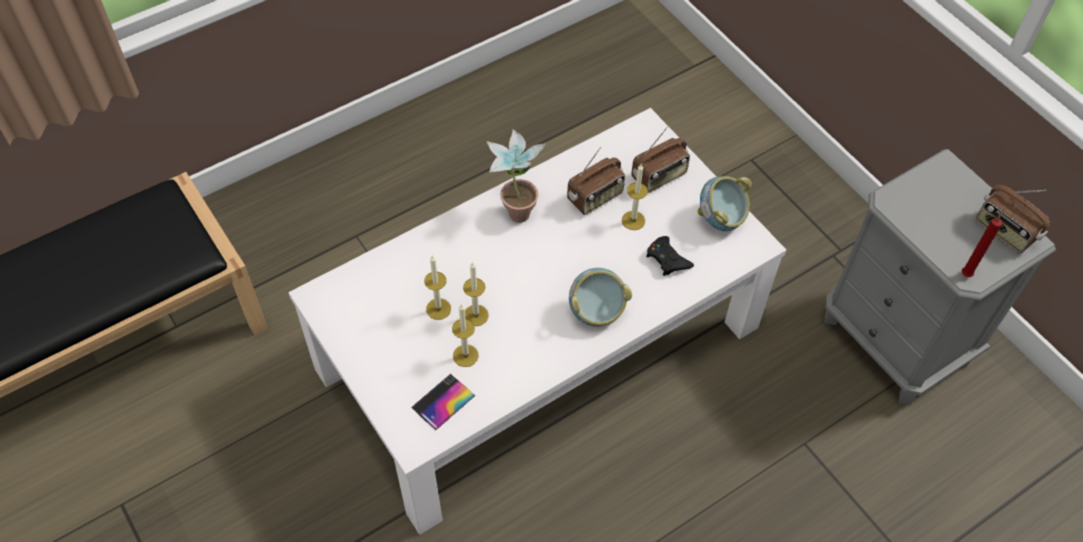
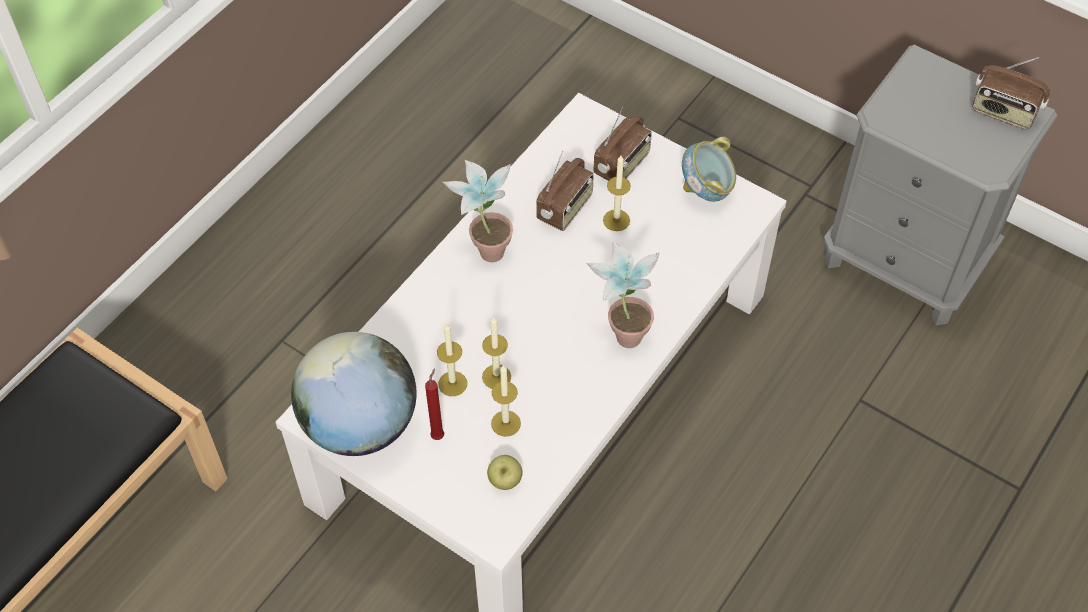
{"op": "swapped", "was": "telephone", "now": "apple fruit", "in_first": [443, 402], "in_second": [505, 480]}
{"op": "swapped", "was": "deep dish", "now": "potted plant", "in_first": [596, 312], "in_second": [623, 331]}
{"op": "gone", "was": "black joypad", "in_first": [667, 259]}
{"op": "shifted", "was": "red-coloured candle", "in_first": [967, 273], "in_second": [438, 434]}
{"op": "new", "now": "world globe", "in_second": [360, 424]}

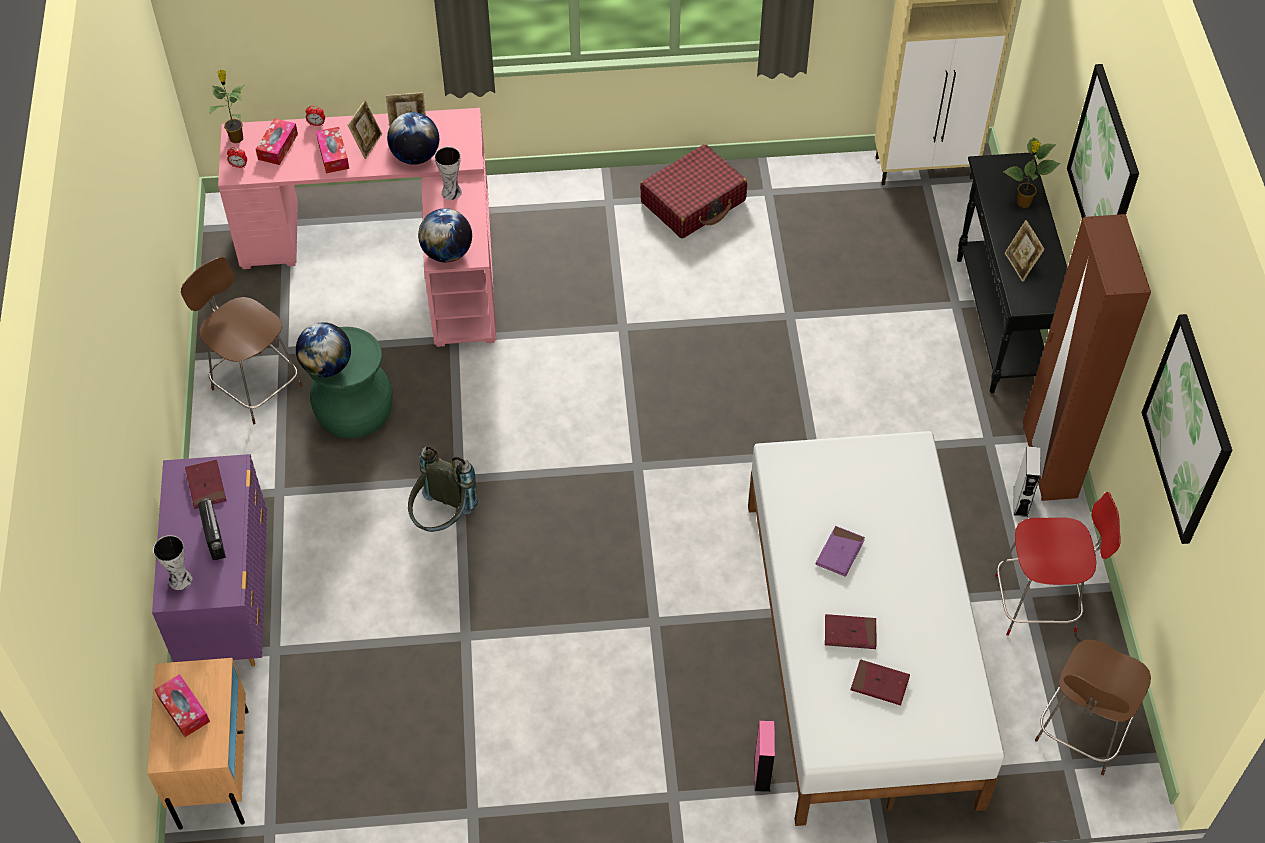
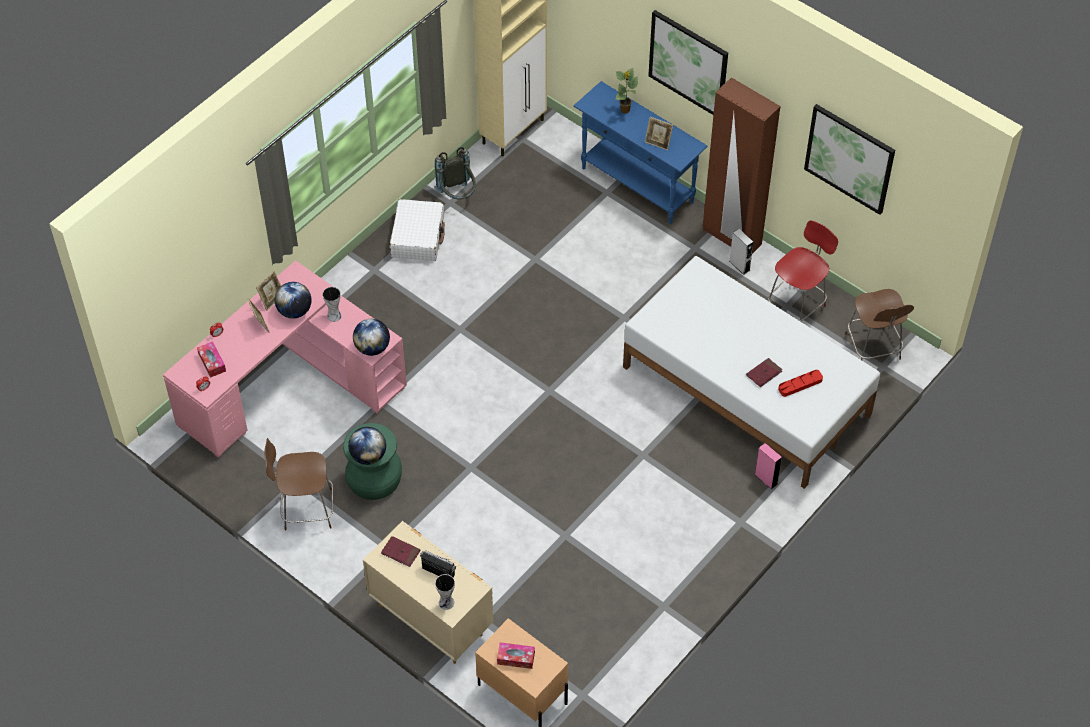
{"op": "repainted", "was": "purple-coloured chest of drawers", "now": "sand-coloured chest of drawers", "in_first": [228, 601], "in_second": [430, 618]}
{"op": "gone", "was": "potted plant", "in_first": [236, 137]}
{"op": "gone", "was": "tissue box", "in_first": [333, 155]}
{"op": "shifted", "was": "grey knapsack", "in_first": [442, 519], "in_second": [457, 195]}
{"op": "repainted", "was": "red-coloured suitcase", "now": "white-coloured suitcase", "in_first": [693, 201], "in_second": [418, 236]}
{"op": "gone", "was": "purple-coloured bound book", "in_first": [840, 552]}
{"op": "swapped", "was": "red-coloured bound book", "now": "red-coloured serving tray", "in_first": [879, 684], "in_second": [800, 384]}
{"op": "repainted", "was": "black console table", "now": "blue-coloured console table", "in_first": [1000, 323], "in_second": [637, 186]}

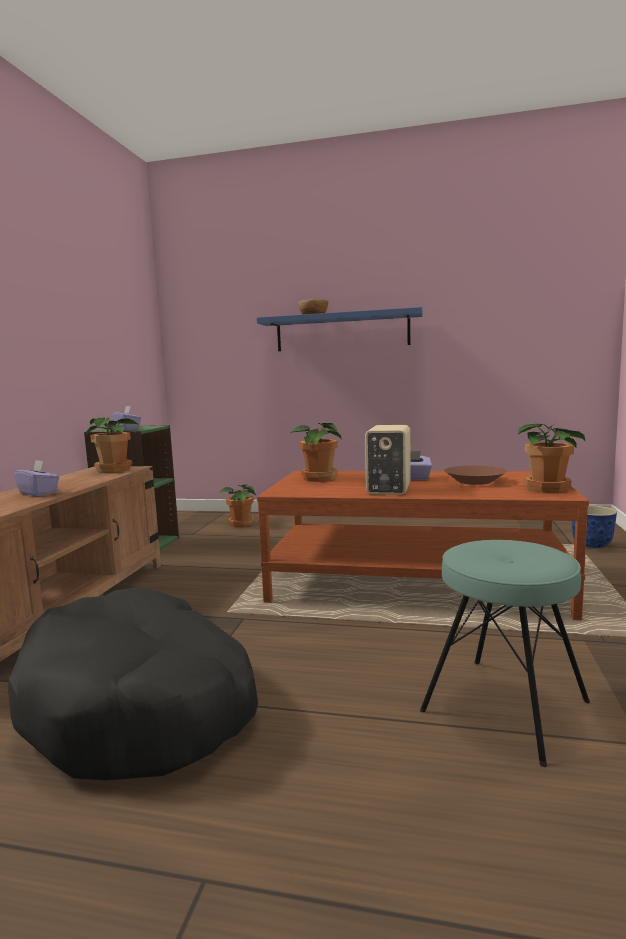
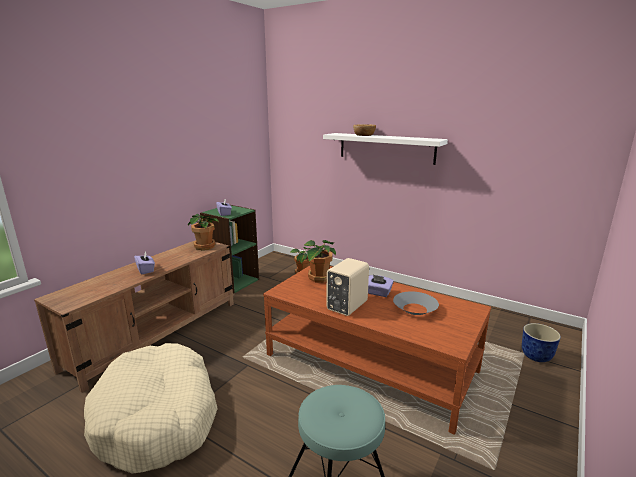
{"op": "repainted", "was": "black dog bed", "now": "sand-coloured dog bed", "in_first": [141, 705], "in_second": [157, 417]}
{"op": "repainted", "was": "blue-coloured wall shelf", "now": "white-coloured wall shelf", "in_first": [342, 332], "in_second": [386, 148]}
{"op": "repainted", "was": "brownish deep dish", "now": "grey deep dish", "in_first": [474, 481], "in_second": [414, 309]}
{"op": "gone", "was": "potted plant", "in_first": [549, 489]}

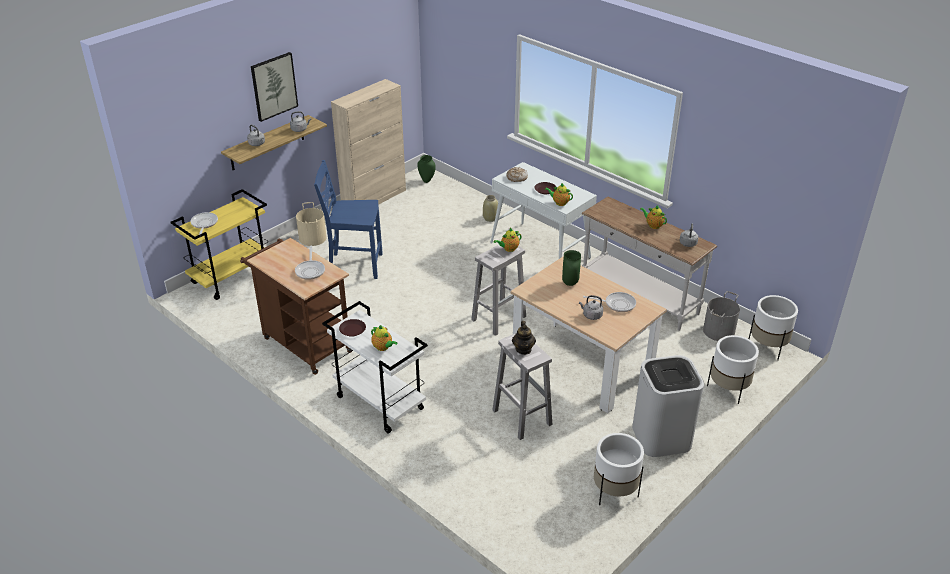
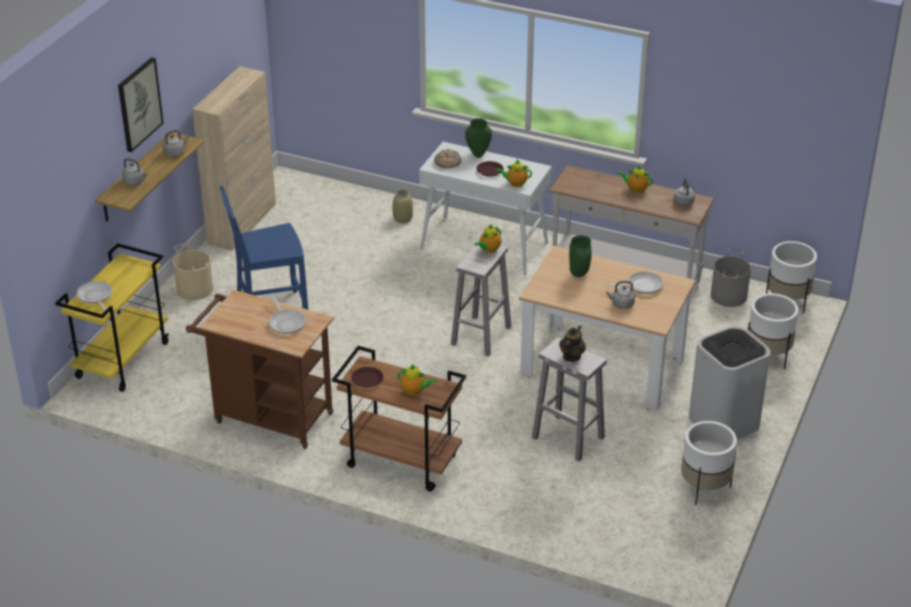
{"op": "repainted", "was": "white-coloured trolley", "now": "brownish trolley", "in_first": [379, 403], "in_second": [400, 461]}
{"op": "shifted", "was": "green flower vase", "in_first": [427, 180], "in_second": [478, 154]}
{"op": "rotated", "was": "teapot", "in_first": [523, 349], "in_second": [571, 356], "clockwise": -135}

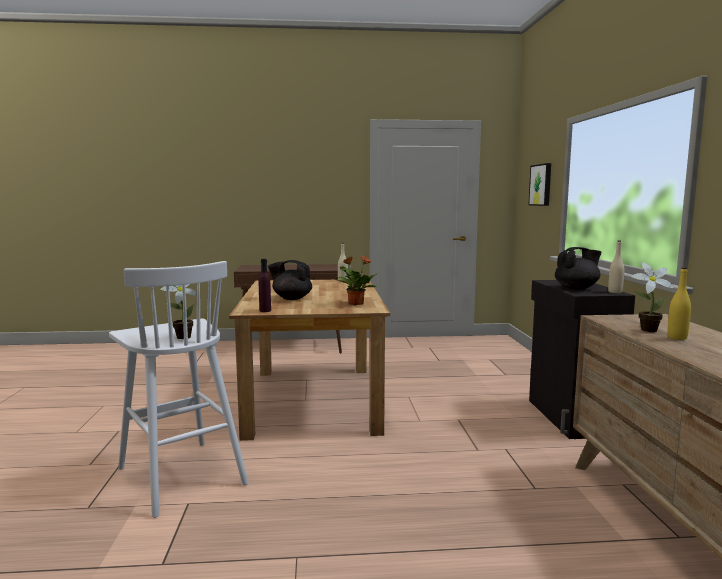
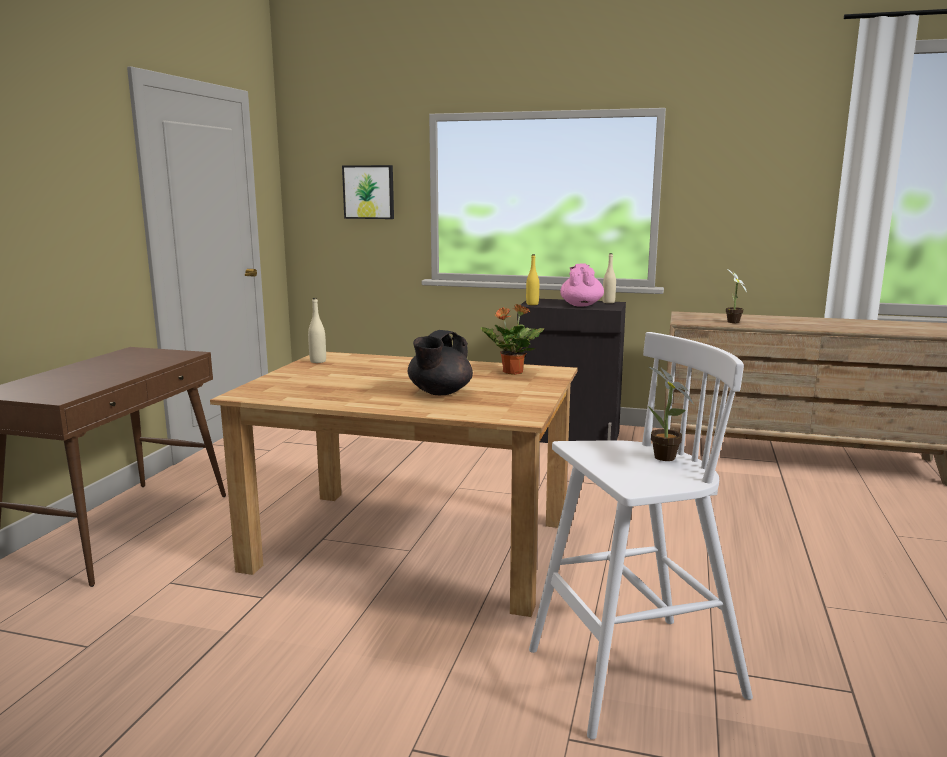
{"op": "gone", "was": "purple-coloured beverage bottle", "in_first": [265, 311]}
{"op": "repainted", "was": "black teapot", "now": "pink teapot", "in_first": [577, 288], "in_second": [581, 305]}
{"op": "shifted", "was": "yellowish beverage bottle", "in_first": [677, 338], "in_second": [532, 304]}

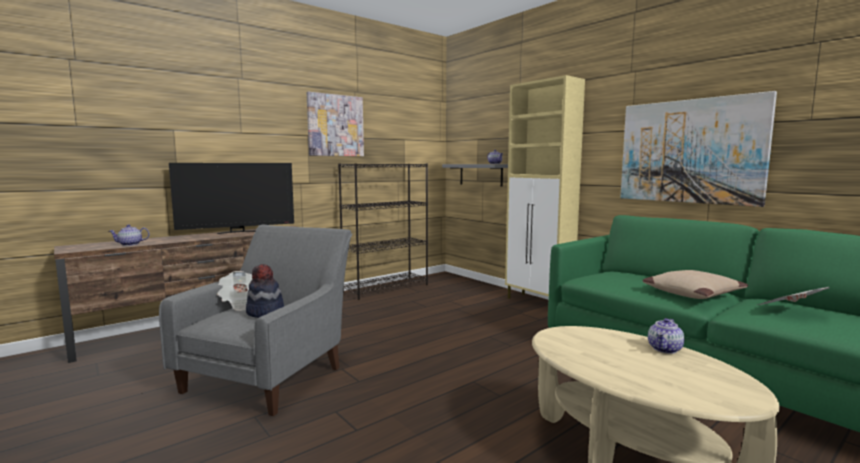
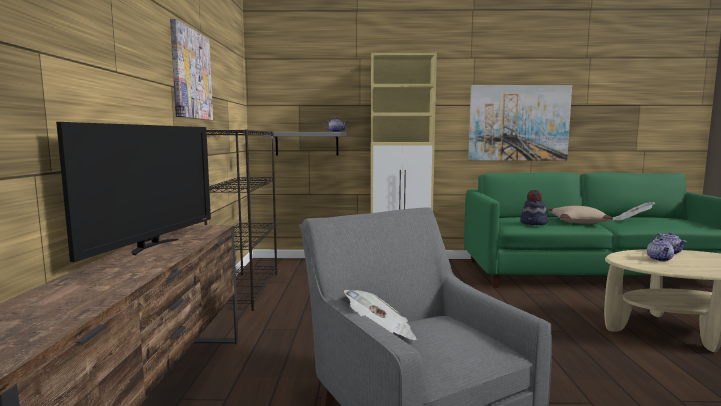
{"op": "shifted", "was": "teapot", "in_first": [130, 244], "in_second": [660, 259]}
{"op": "shifted", "was": "wearable hat", "in_first": [265, 313], "in_second": [534, 223]}

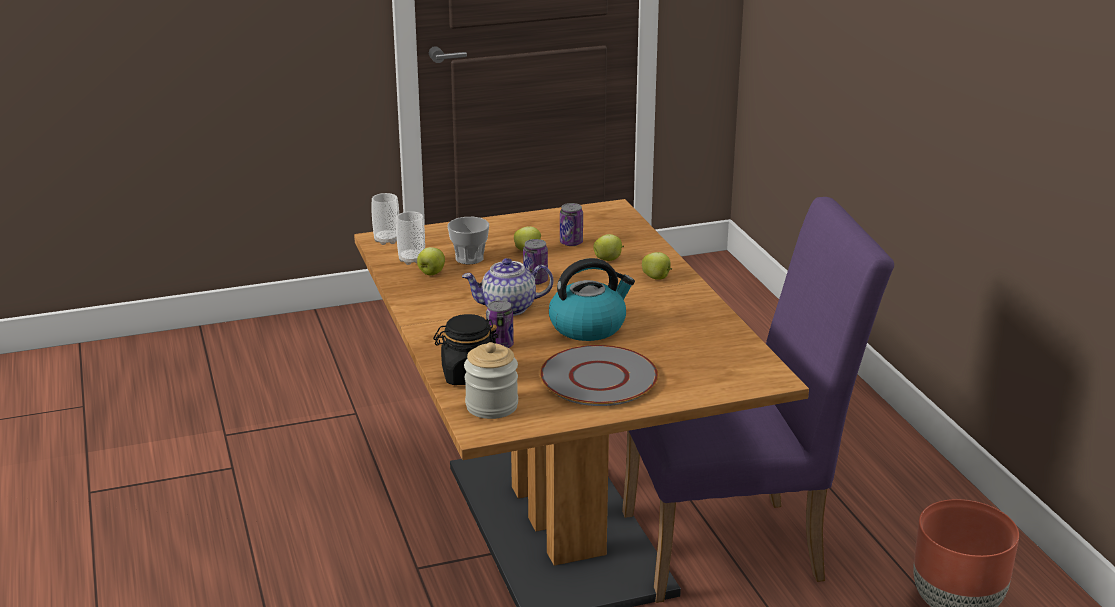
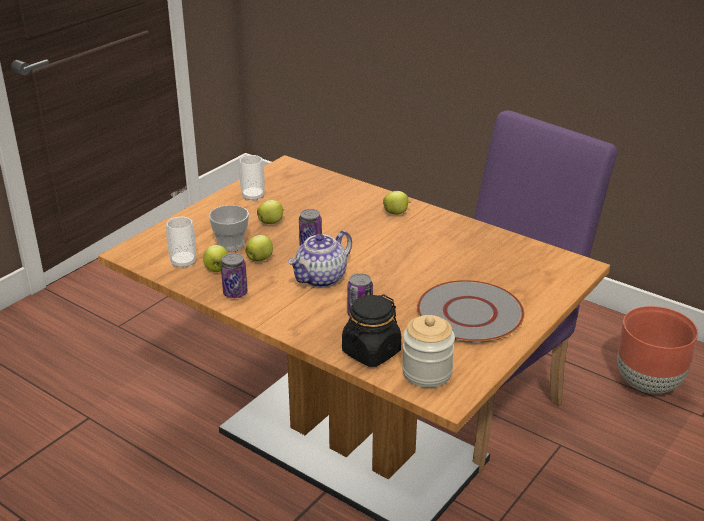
{"op": "shifted", "was": "small cup", "in_first": [387, 240], "in_second": [253, 196]}
{"op": "gone", "was": "water kettle", "in_first": [588, 326]}
{"op": "shifted", "was": "sealed can", "in_first": [571, 243], "in_second": [235, 293]}
{"op": "shifted", "was": "apple fruit", "in_first": [608, 259], "in_second": [260, 259]}

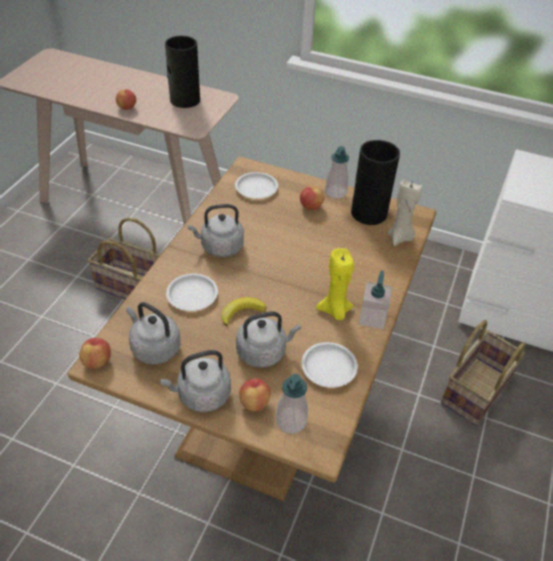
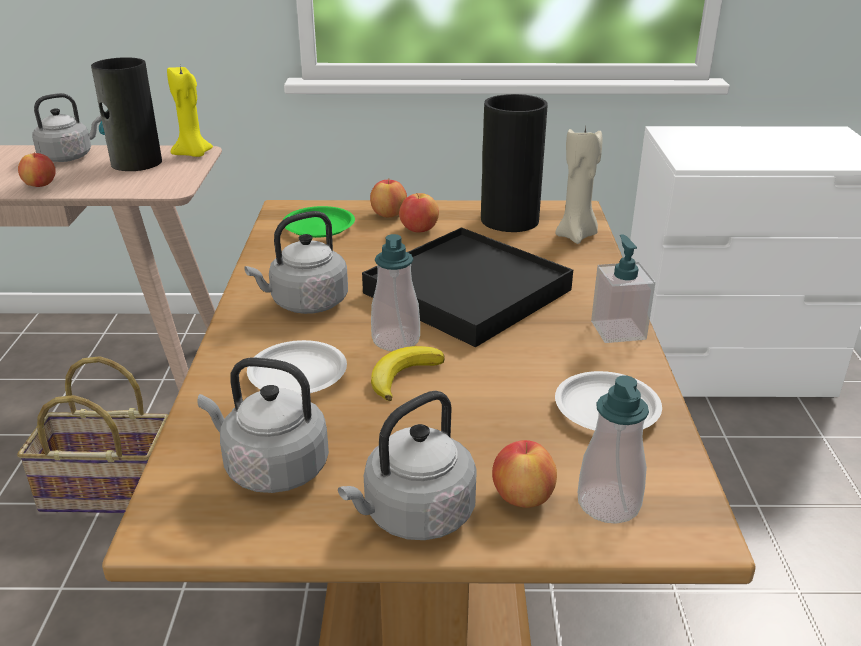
{"op": "shifted", "was": "apple fruit", "in_first": [97, 361], "in_second": [388, 215]}
{"op": "repainted", "was": "white-coloured flat dish", "now": "green flat dish", "in_first": [256, 188], "in_second": [319, 226]}
{"op": "shifted", "was": "grey water kettle", "in_first": [264, 352], "in_second": [69, 157]}
{"op": "shifted", "was": "yellowish candle", "in_first": [335, 311], "in_second": [193, 154]}
{"op": "shifted", "was": "liquid soap bottle", "in_first": [335, 192], "in_second": [396, 340]}
{"op": "gone", "was": "storage basket", "in_first": [475, 390]}
{"op": "new", "now": "black serving tray", "in_second": [467, 291]}

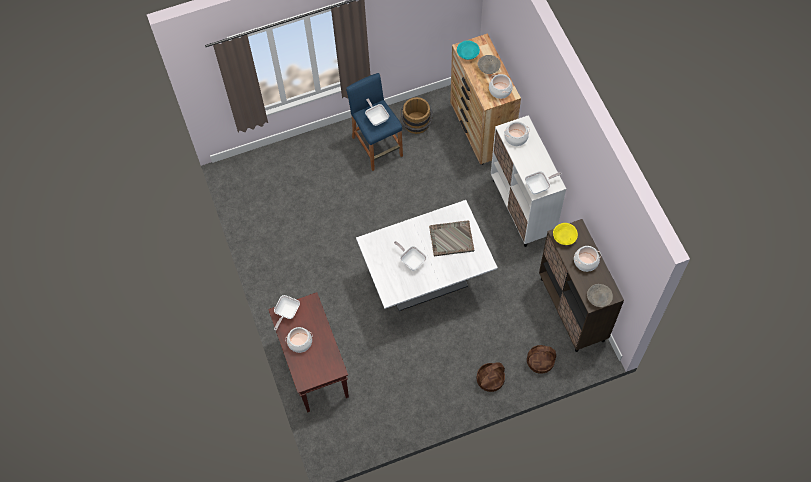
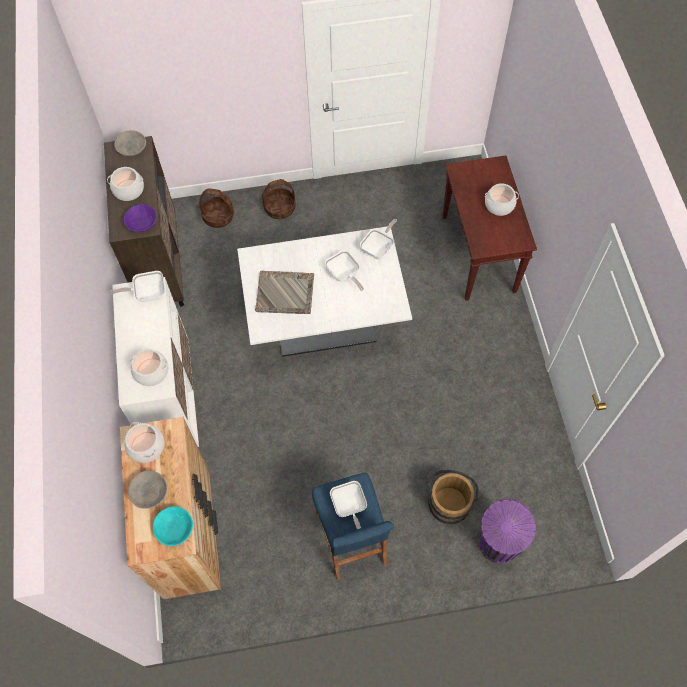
{"op": "shifted", "was": "frying pan", "in_first": [286, 313], "in_second": [379, 248]}
{"op": "shifted", "was": "brownish bucket", "in_first": [416, 125], "in_second": [449, 501]}
{"op": "repainted", "was": "yellowish deep dish", "now": "purple-coloured deep dish", "in_first": [564, 236], "in_second": [142, 223]}
{"op": "new", "now": "purple-coloured rubbish bin", "in_second": [497, 544]}

